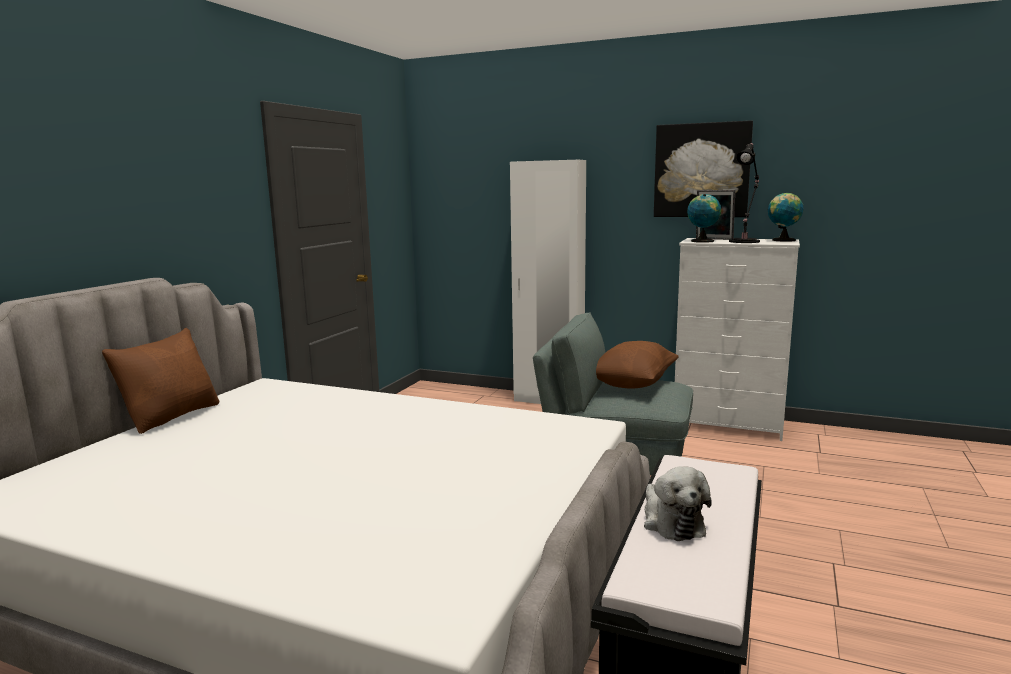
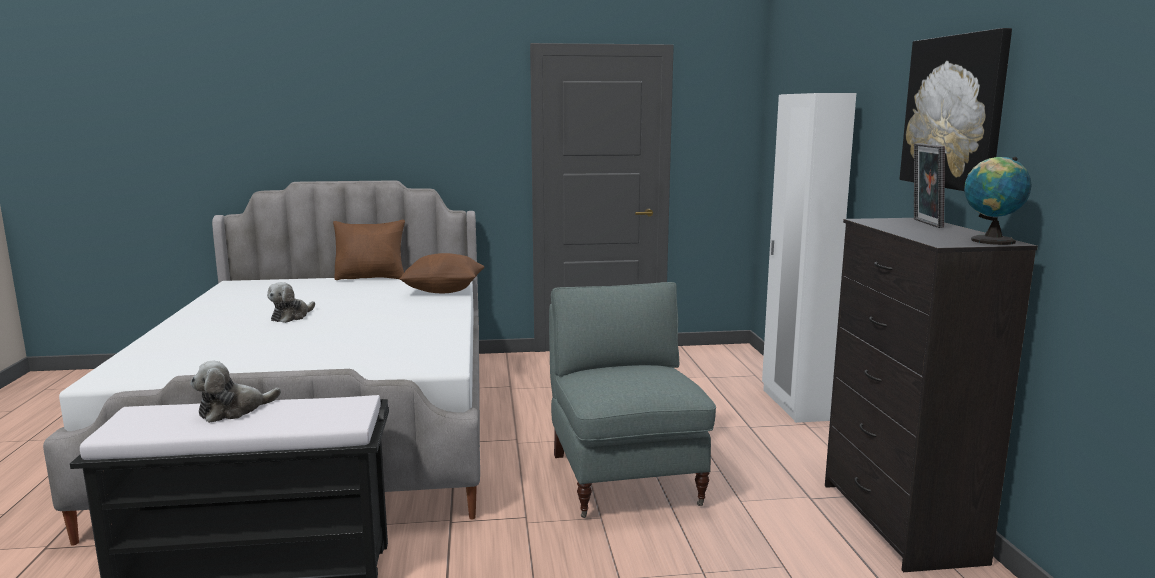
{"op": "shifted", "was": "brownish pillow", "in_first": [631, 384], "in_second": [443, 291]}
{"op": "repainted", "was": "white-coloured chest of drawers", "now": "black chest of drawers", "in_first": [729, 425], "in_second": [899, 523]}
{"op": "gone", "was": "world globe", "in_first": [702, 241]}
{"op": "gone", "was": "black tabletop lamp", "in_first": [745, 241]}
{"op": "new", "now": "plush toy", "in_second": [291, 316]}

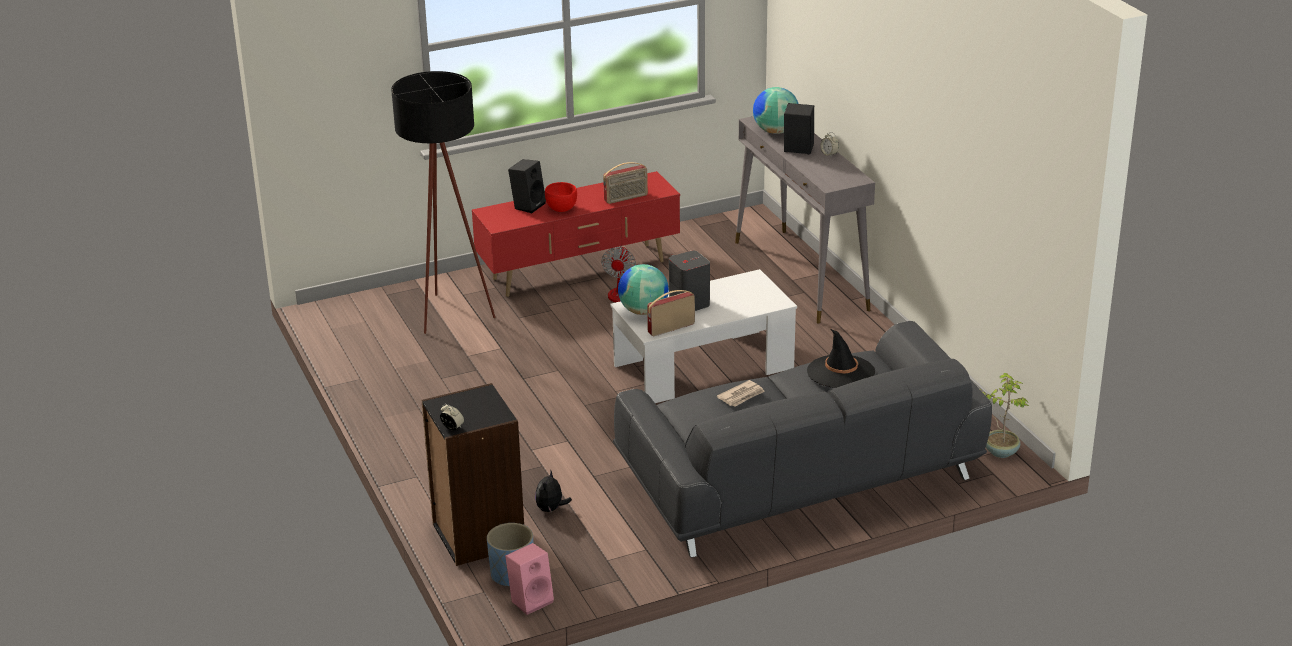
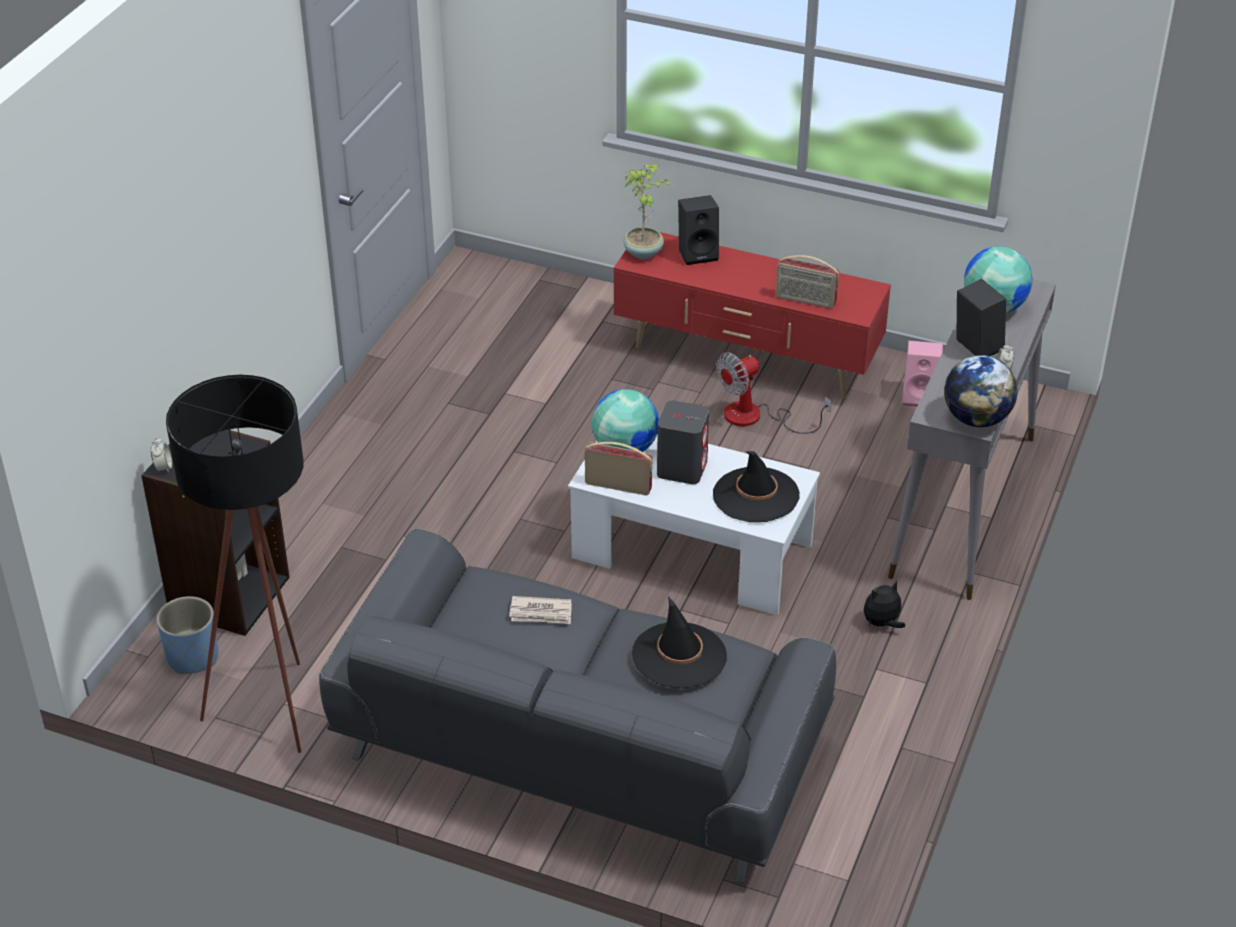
{"op": "shifted", "was": "black standing lamp", "in_first": [449, 310], "in_second": [274, 701]}
{"op": "shifted", "was": "pink audio speaker", "in_first": [531, 600], "in_second": [920, 396]}
{"op": "shifted", "was": "plush toy", "in_first": [551, 509], "in_second": [882, 623]}
{"op": "gone", "was": "red-coloured deep dish", "in_first": [561, 209]}
{"op": "shifted", "was": "potted plant", "in_first": [1000, 451], "in_second": [644, 252]}
{"op": "new", "now": "black wearable hat", "in_second": [755, 495]}
{"op": "new", "now": "world globe", "in_second": [976, 419]}

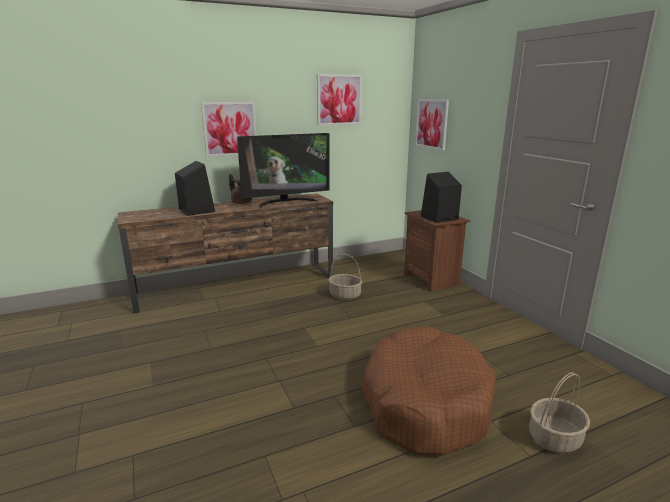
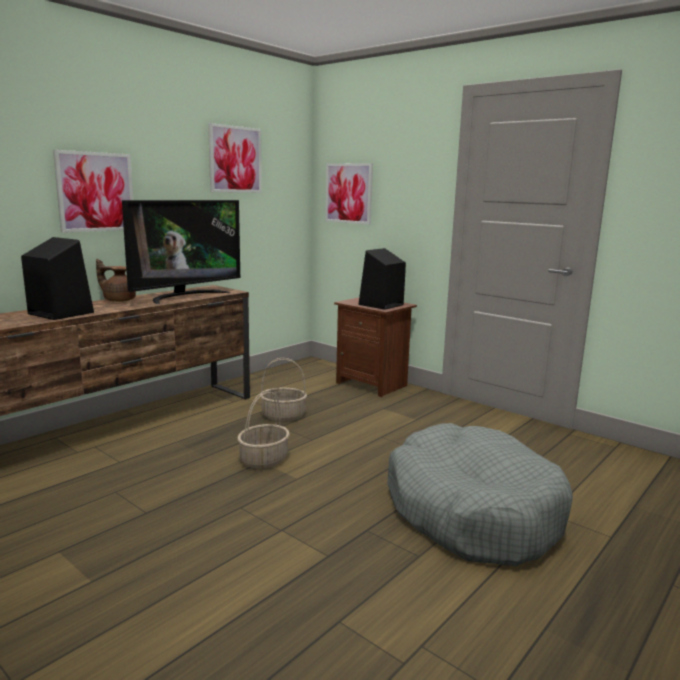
{"op": "repainted", "was": "brownish dog bed", "now": "grey dog bed", "in_first": [425, 401], "in_second": [472, 511]}
{"op": "shifted", "was": "storage basket", "in_first": [554, 438], "in_second": [264, 459]}

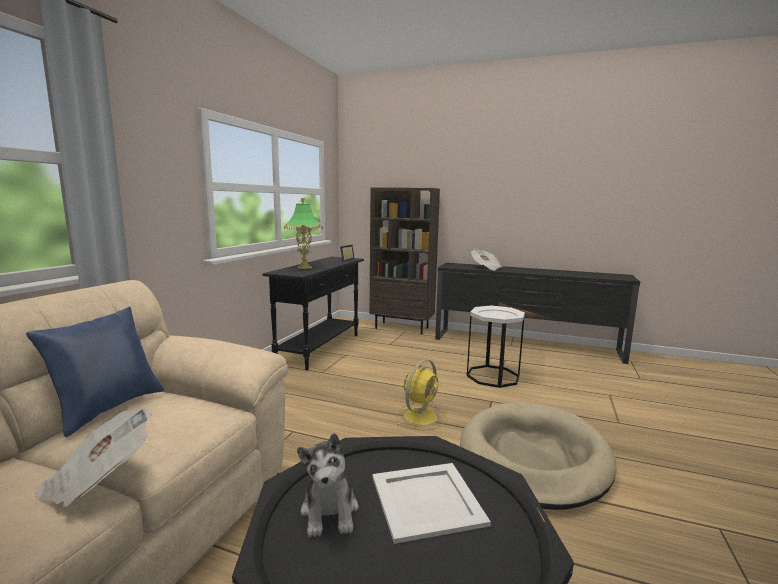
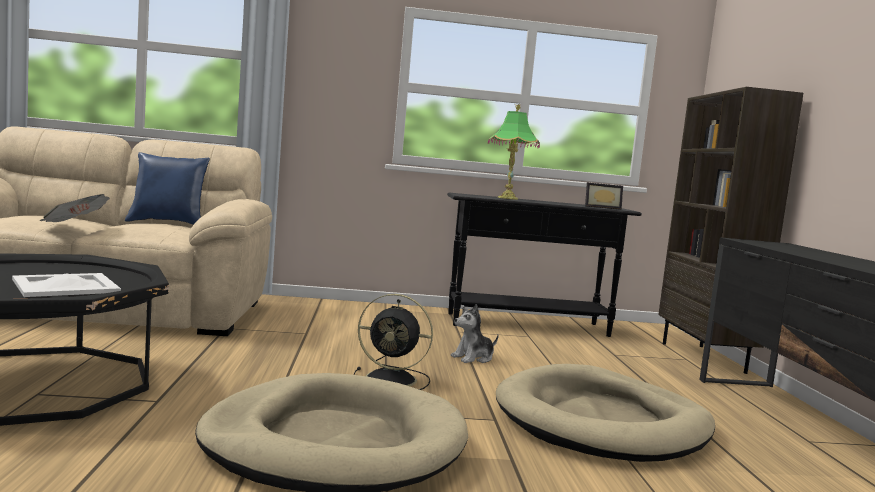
{"op": "shifted", "was": "plush toy", "in_first": [330, 511], "in_second": [473, 358]}
{"op": "repainted", "was": "yellowish fan", "now": "black fan", "in_first": [421, 416], "in_second": [393, 379]}
{"op": "swapped", "was": "white-coloured end table", "now": "sand-coloured dog bed", "in_first": [492, 376], "in_second": [602, 422]}
{"op": "gone", "was": "newspaper", "in_first": [485, 268]}

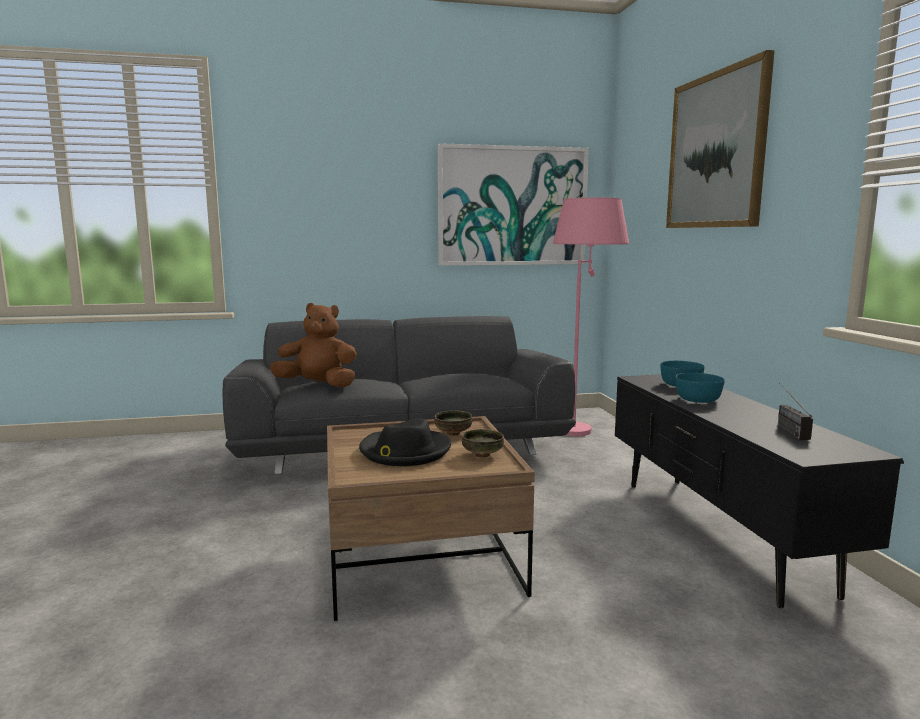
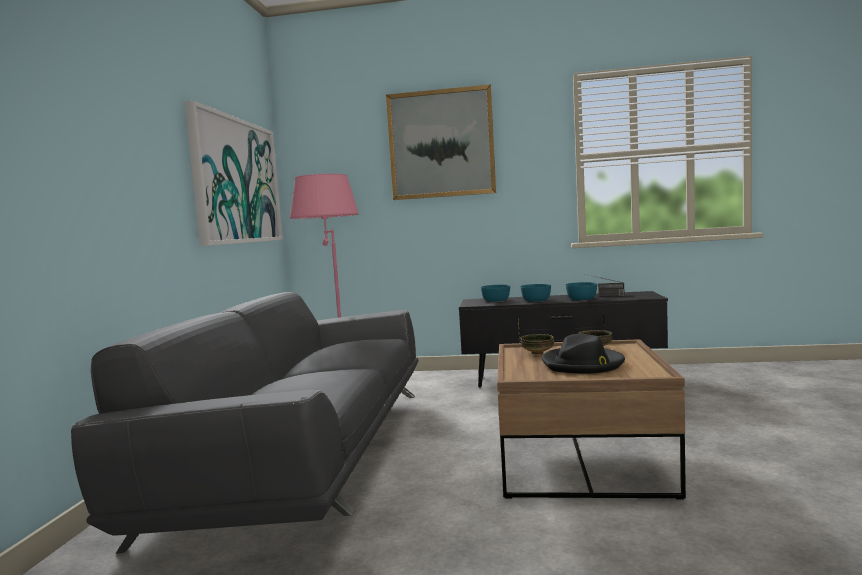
{"op": "gone", "was": "brownish plush toy", "in_first": [318, 385]}
{"op": "new", "now": "turquoise-coloured deep dish", "in_second": [582, 299]}

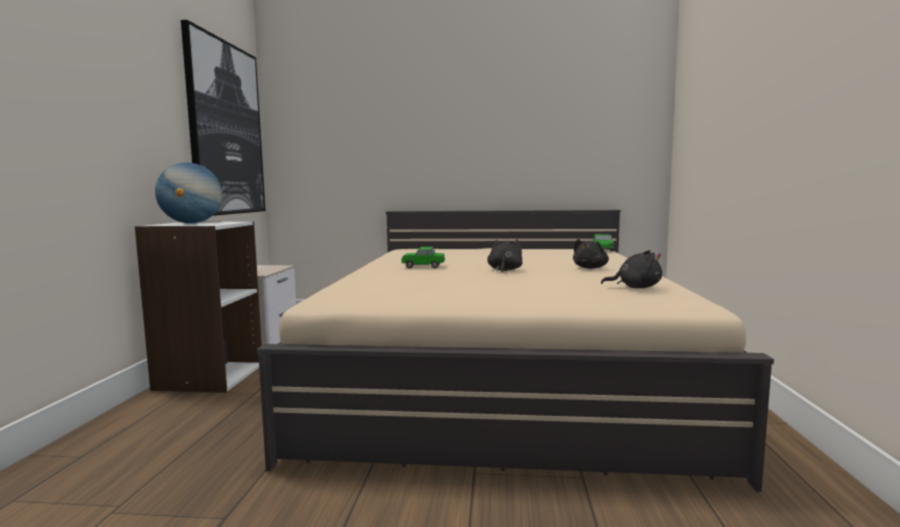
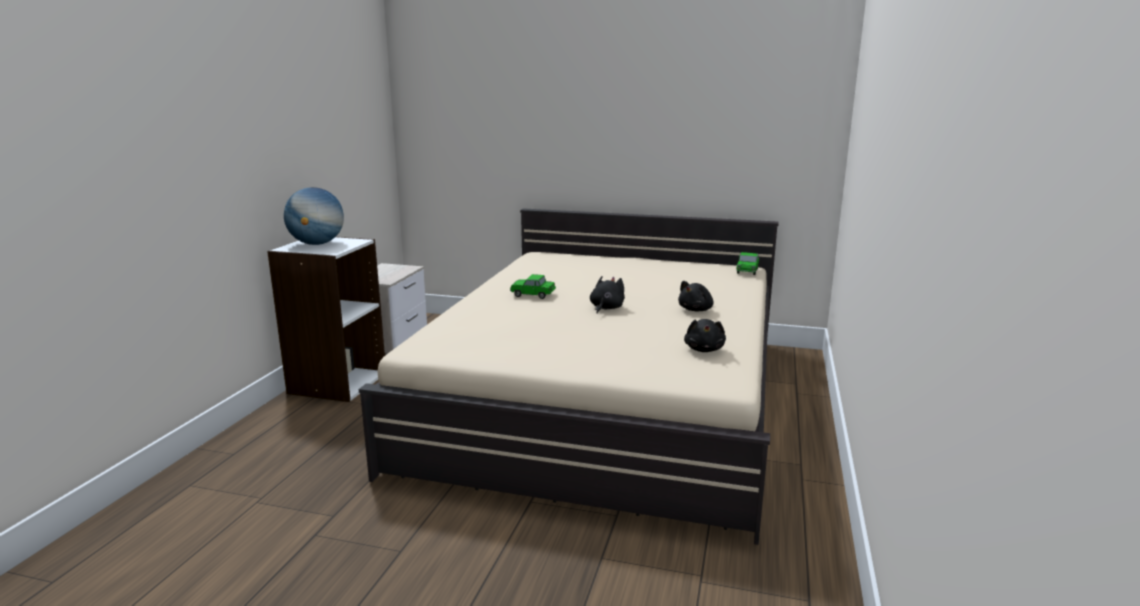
{"op": "gone", "was": "wall art", "in_first": [226, 129]}
{"op": "rotated", "was": "black plush toy", "in_first": [635, 287], "in_second": [704, 349], "clockwise": 75}

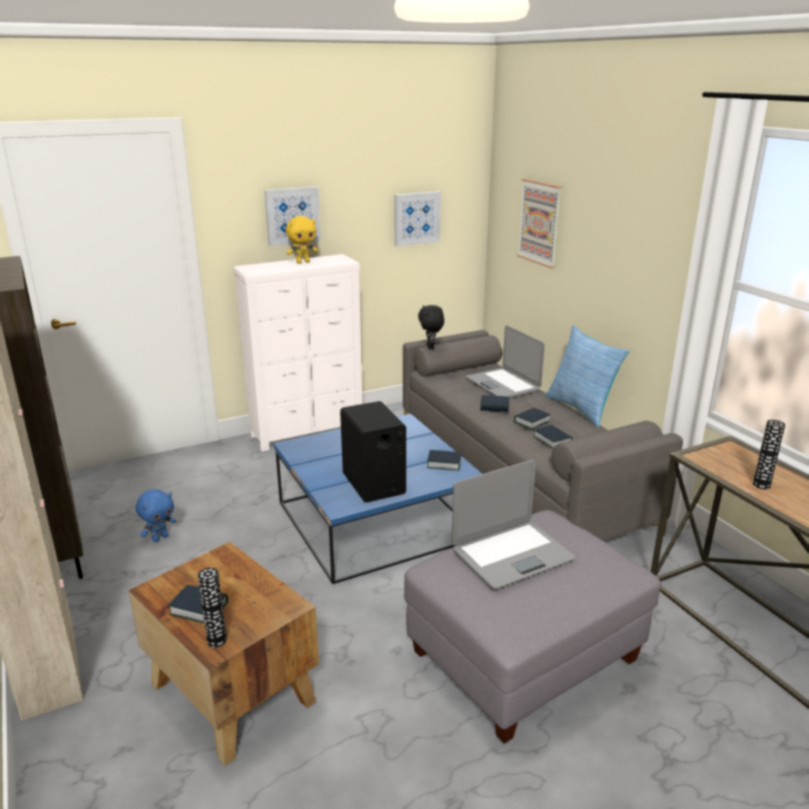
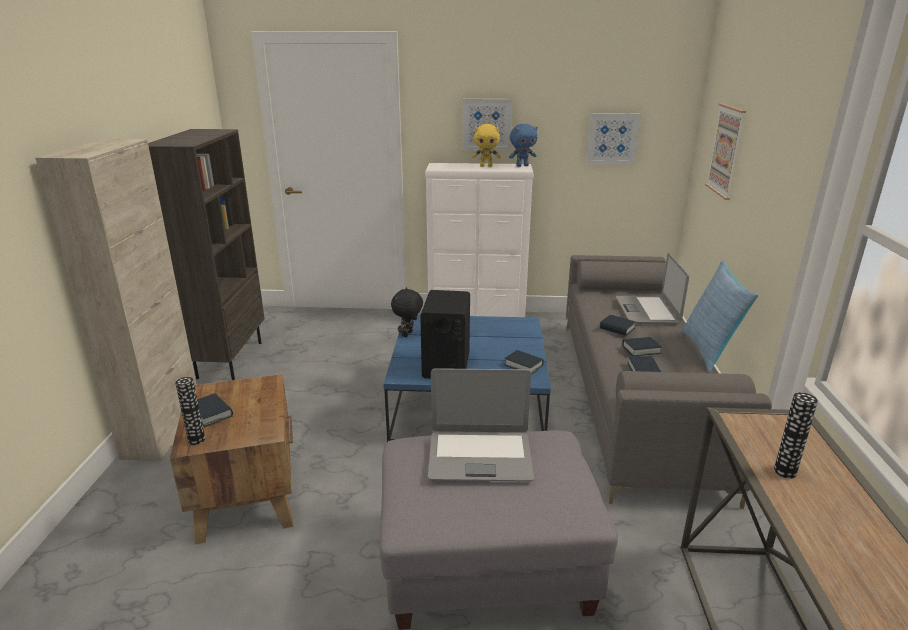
{"op": "shifted", "was": "blue-coloured plush toy", "in_first": [160, 538], "in_second": [522, 166]}
{"op": "shifted", "was": "black plush toy", "in_first": [431, 347], "in_second": [408, 334]}

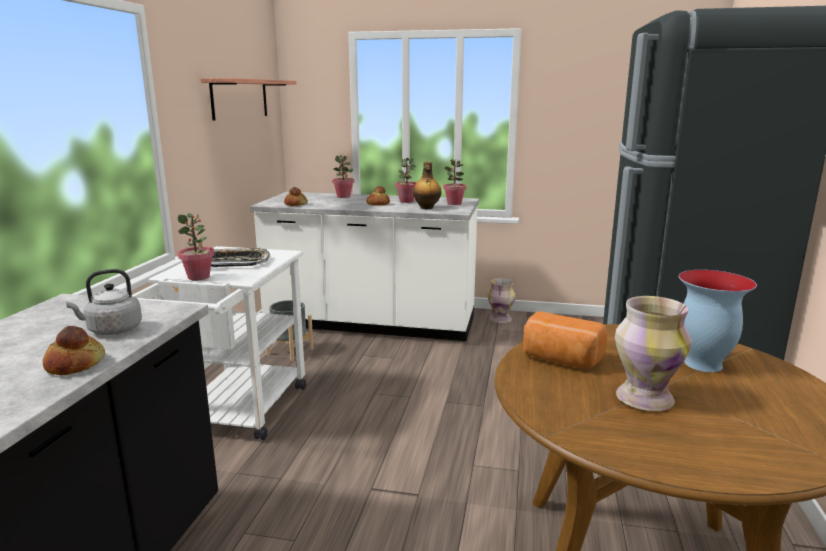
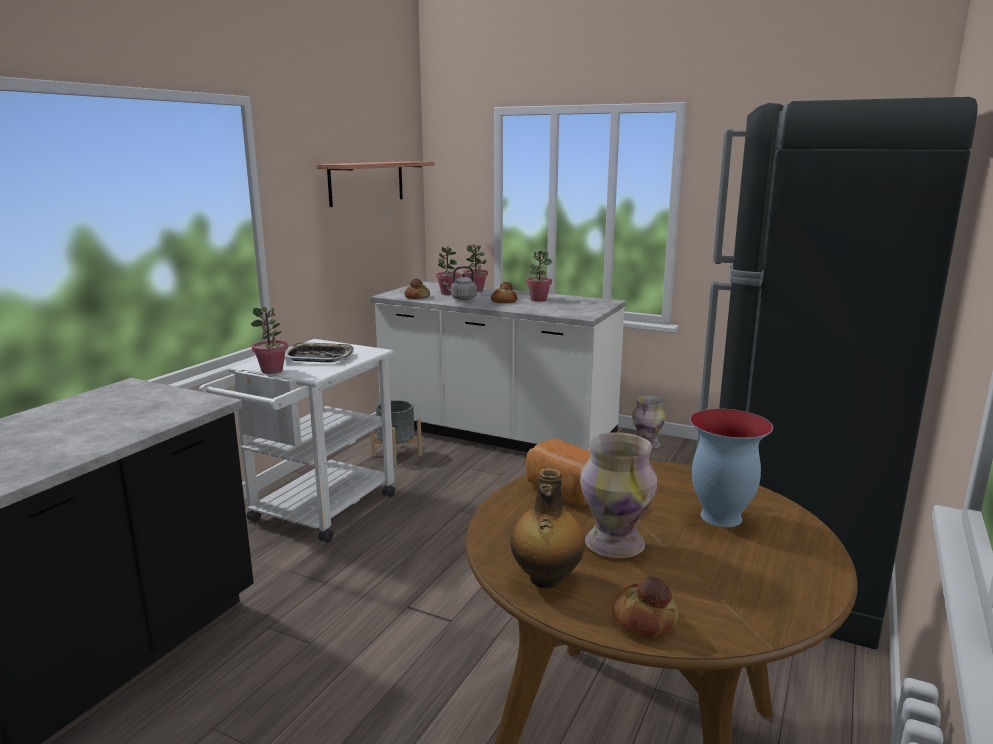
{"op": "shifted", "was": "baked bread", "in_first": [74, 364], "in_second": [643, 619]}
{"op": "shifted", "was": "grey water kettle", "in_first": [112, 330], "in_second": [462, 298]}
{"op": "shifted", "was": "beverage bottle", "in_first": [426, 208], "in_second": [545, 579]}
{"op": "shifted", "was": "potted plant", "in_first": [454, 203], "in_second": [448, 293]}

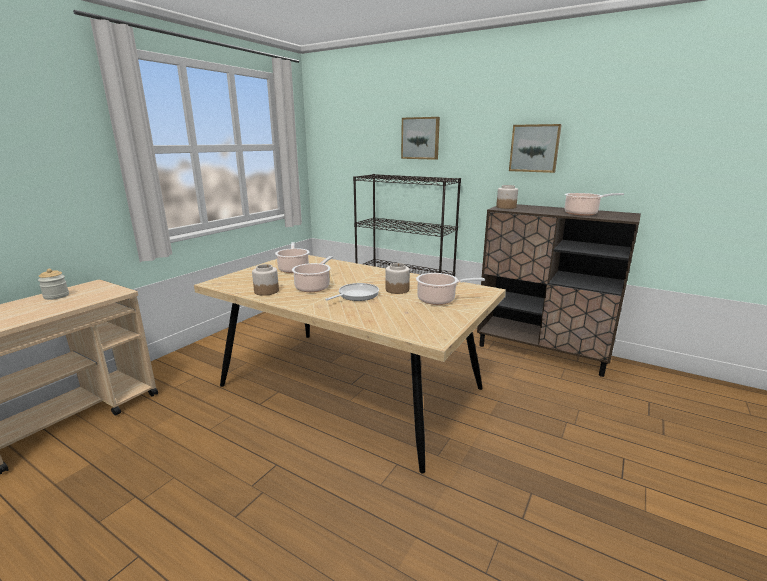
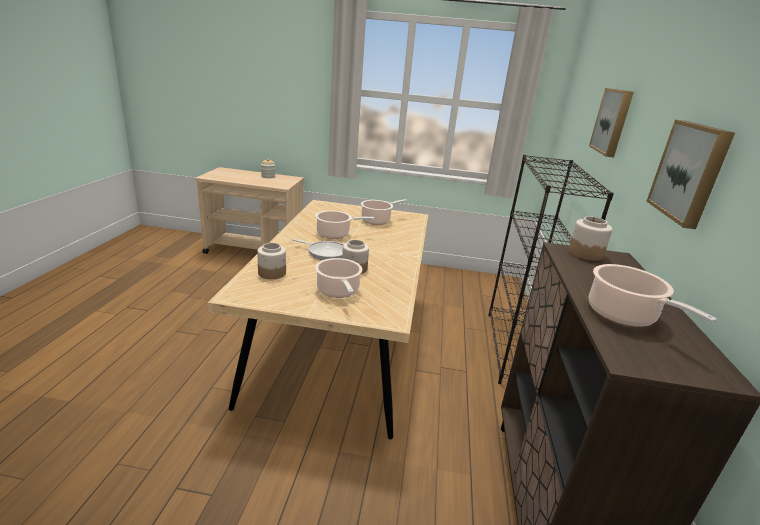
{"op": "shifted", "was": "storage jar", "in_first": [266, 291], "in_second": [272, 273]}

